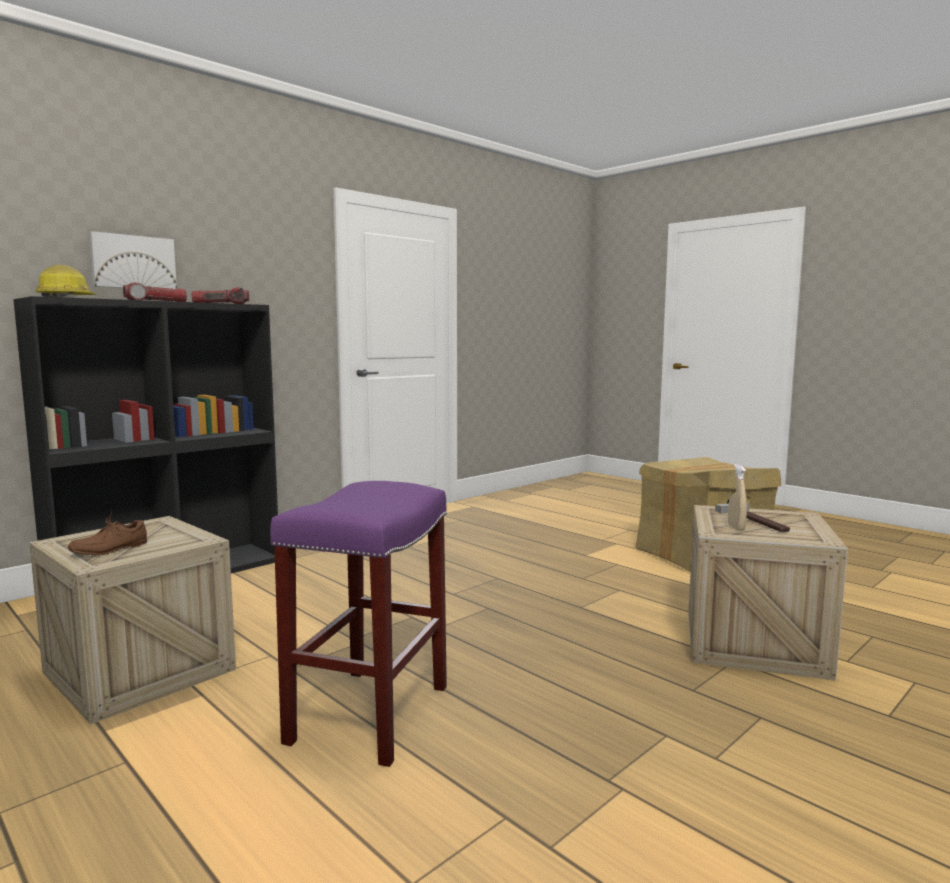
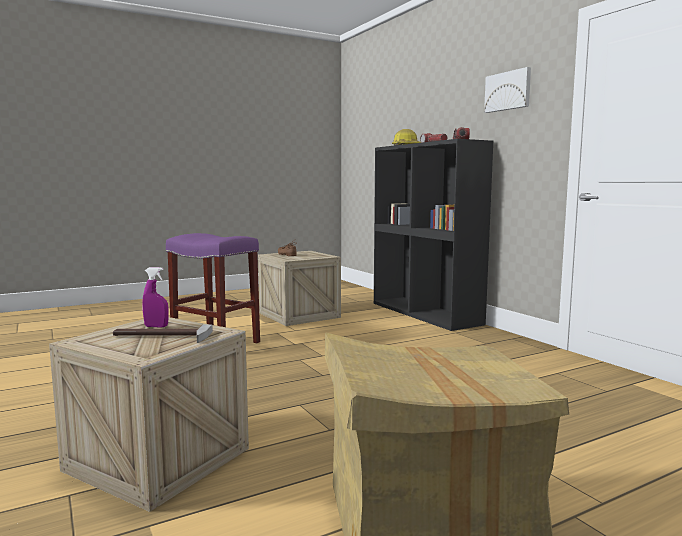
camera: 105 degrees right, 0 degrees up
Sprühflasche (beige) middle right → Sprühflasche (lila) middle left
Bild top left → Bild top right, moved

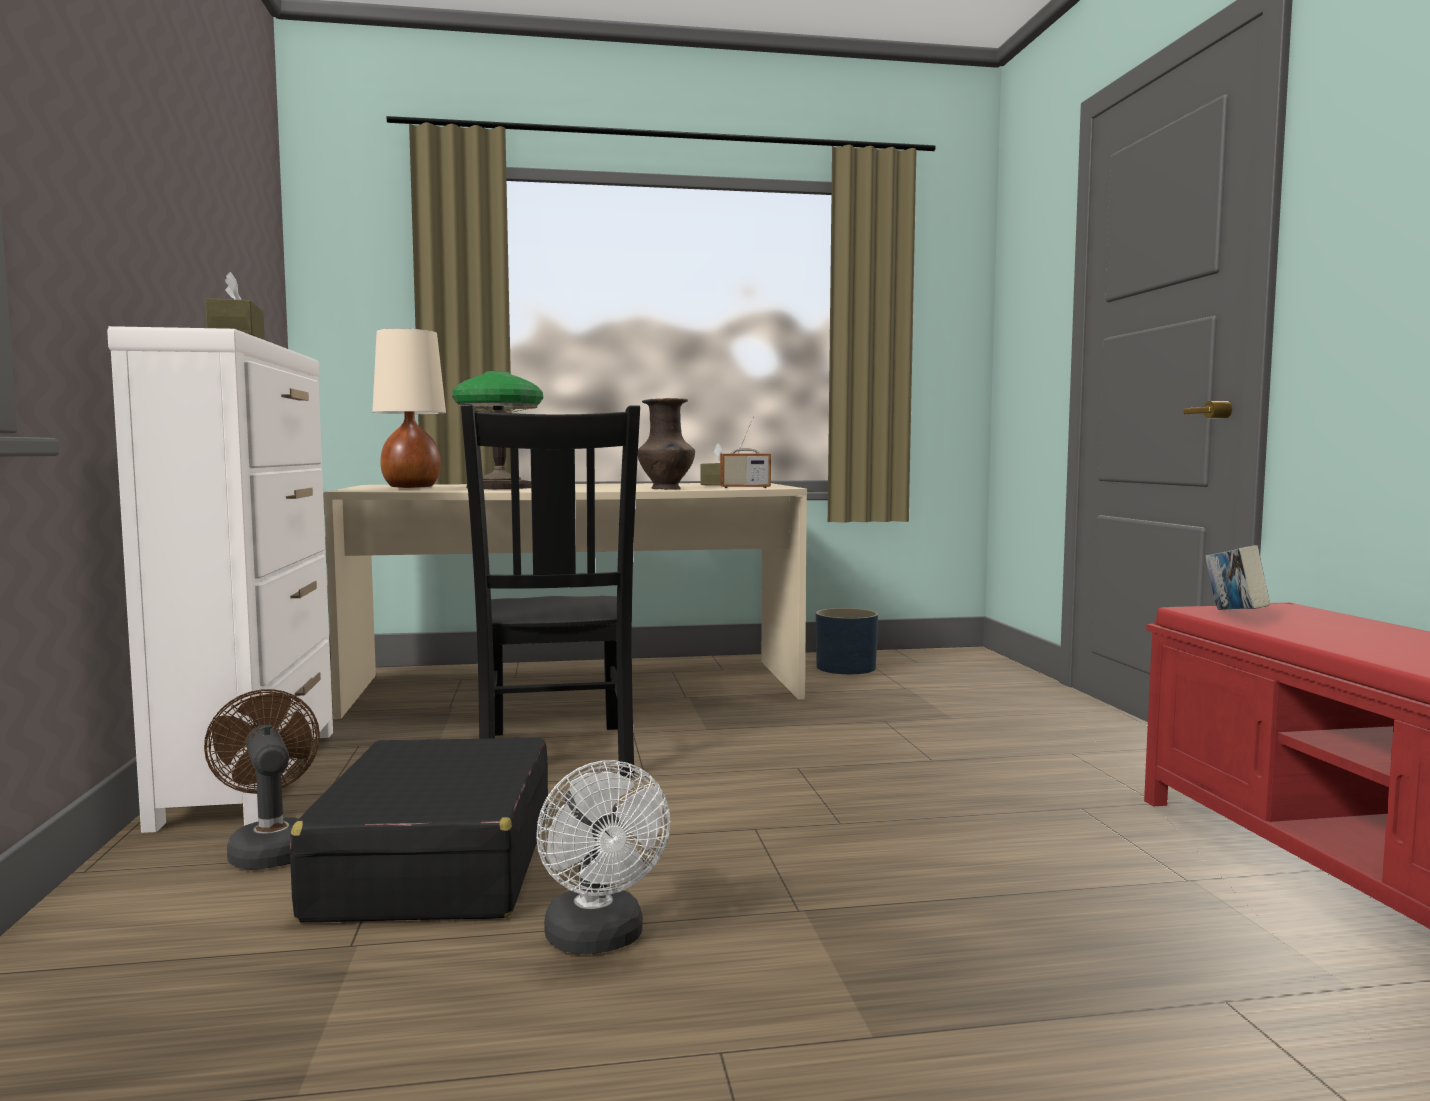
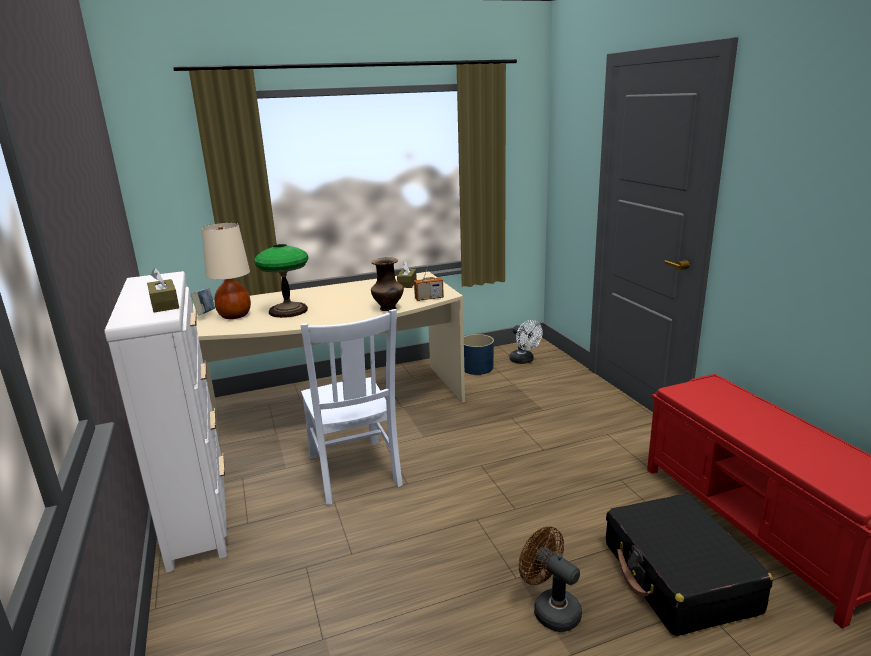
camera: 10 degrees left, 15 degrees up
Buch middle right → Buch middle left, moved
Stuhl (schwarz) centre → Stuhl (weiß) centre
Ventilator (weiß) bottom centre → Ventilator (weiß) centre, moved
Ventilator (braun) bottom left → Ventilator (braun) bottom centre, moved
Koffer (schwarz) bottom left → Koffer (schwarz) bottom right, moved

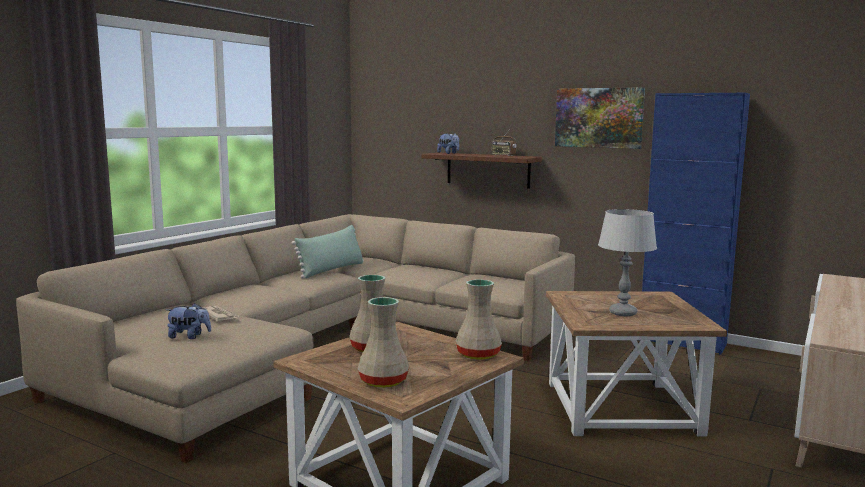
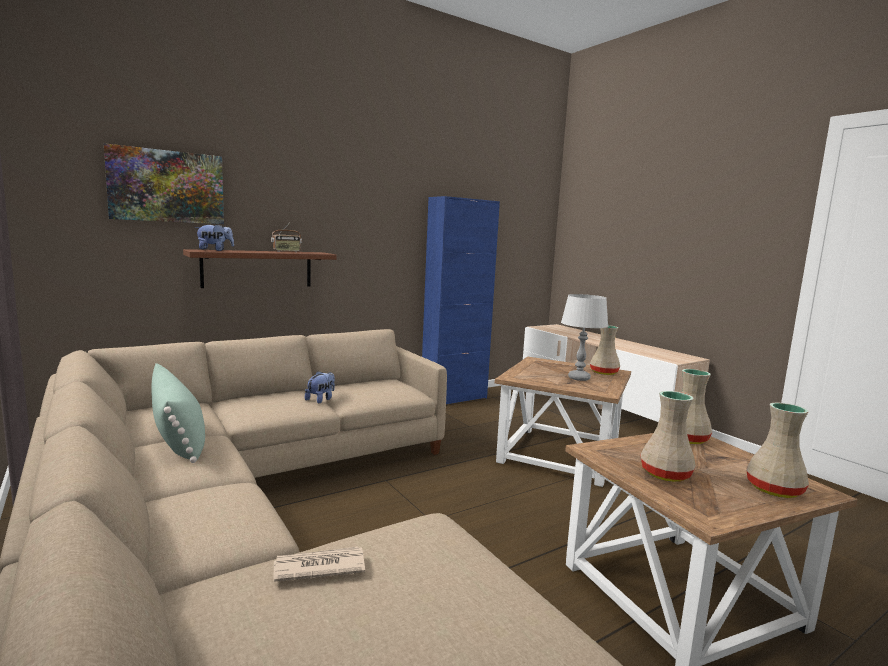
camera: 65 degrees left, 0 degrees up
Bild top right → Bild top left, moved
Plüschtier (1st from left in the first image) middle left → Plüschtier (2nd from left) centre, moved
- → Vase (beige) (1st from left) middle right

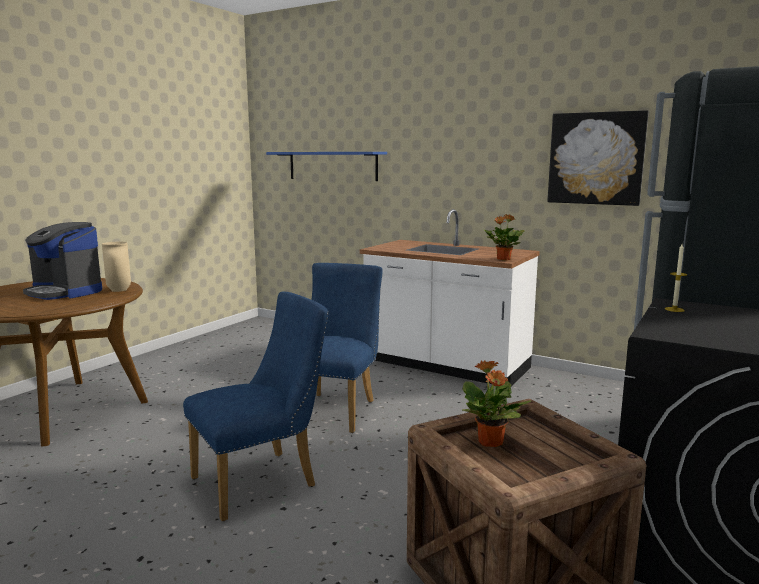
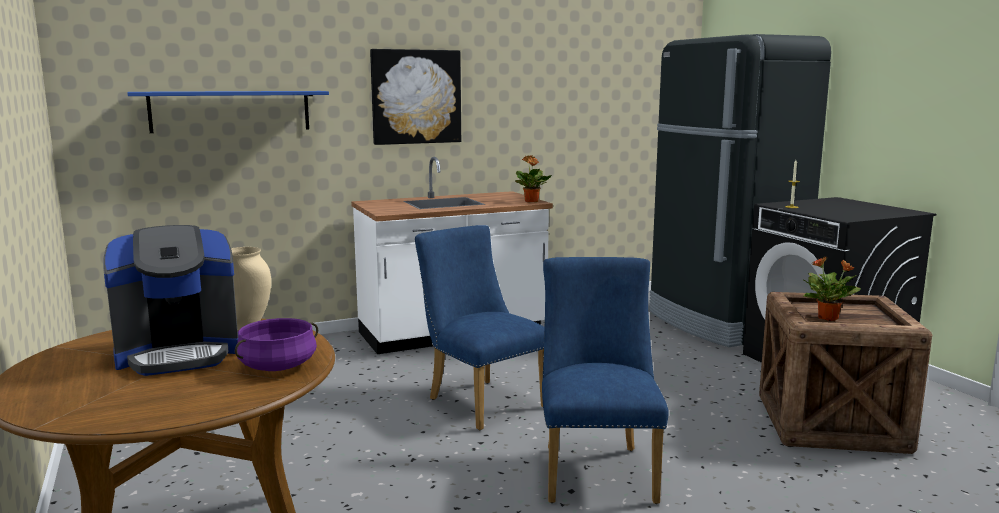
camera: 55 degrees left, 0 degrees up
- → Kochtopf (lila) bottom left
Bild top right → Bild top centre, moved

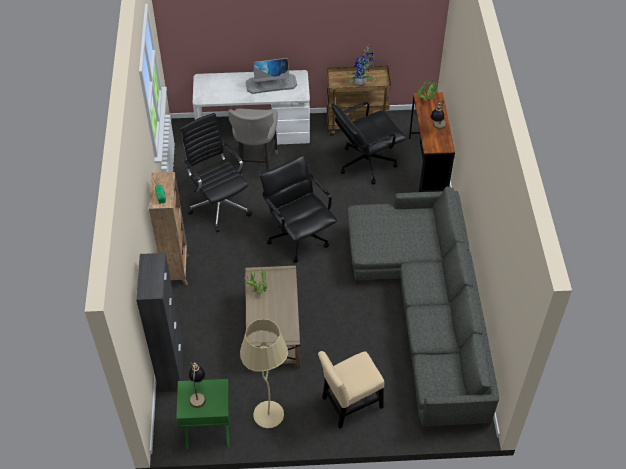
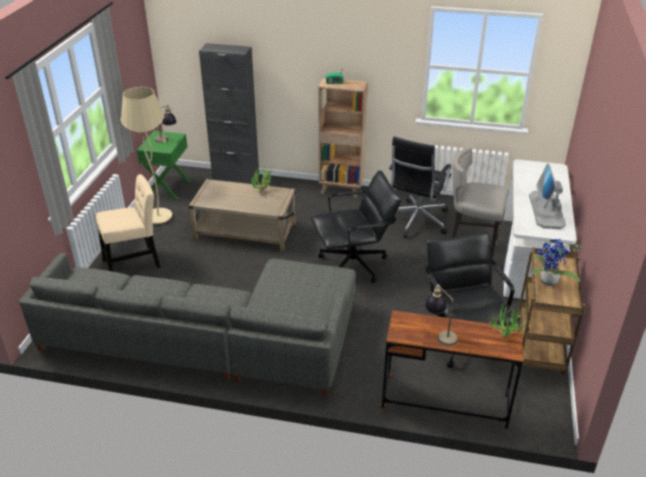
camera: 105 degrees right, 15 degrees down
Stuhl (beige) bottom centre → Stuhl (beige) middle left, 75 degrees clockwise
Bürostuhl (schwarz) (1st from left in the first image) centre → Bürostuhl (schwarz) (2nd from left) centre, 135 degrees clockwise

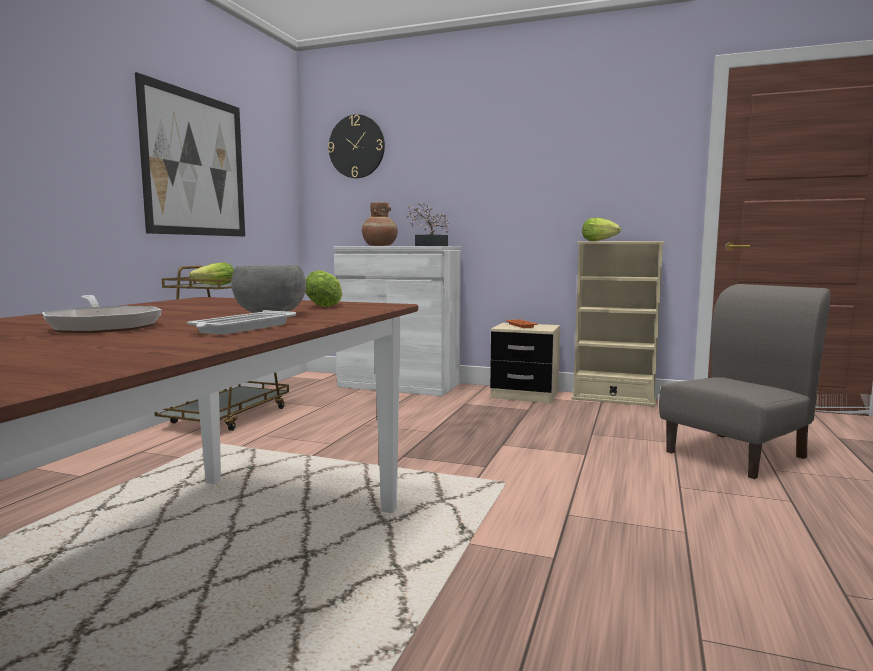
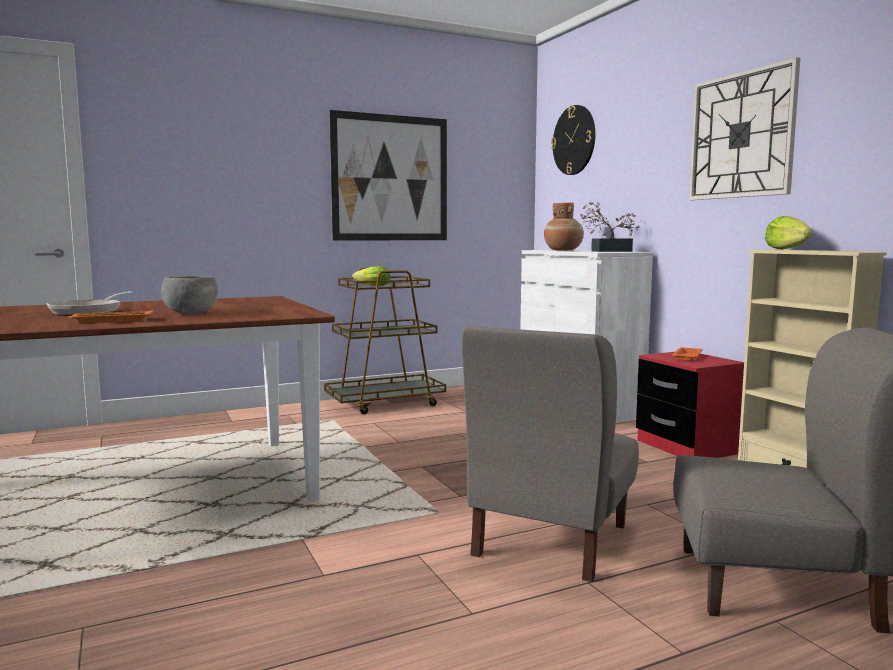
camera: 45 degrees right, 0 degrees up
Tablett (weiß) middle left → Tablett (orange) (1st from left) middle left
- → Stuhl (grau) (1st from left) bottom centre
Nachttisch (beige) centre → Nachttisch (rot) middle right
- → Wanduhr (2nd from left) top right
Salatkopf (2nd from left) centre → -

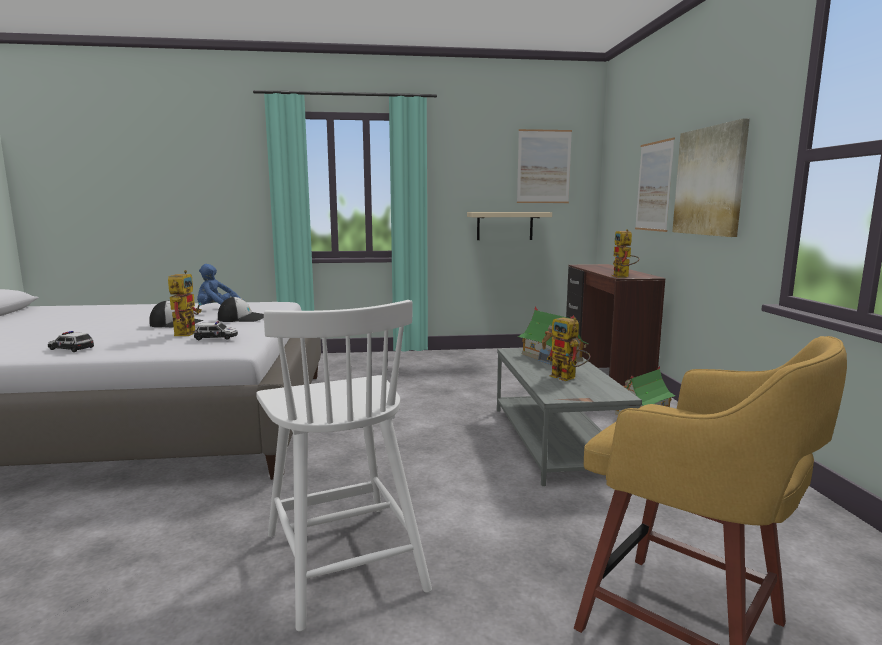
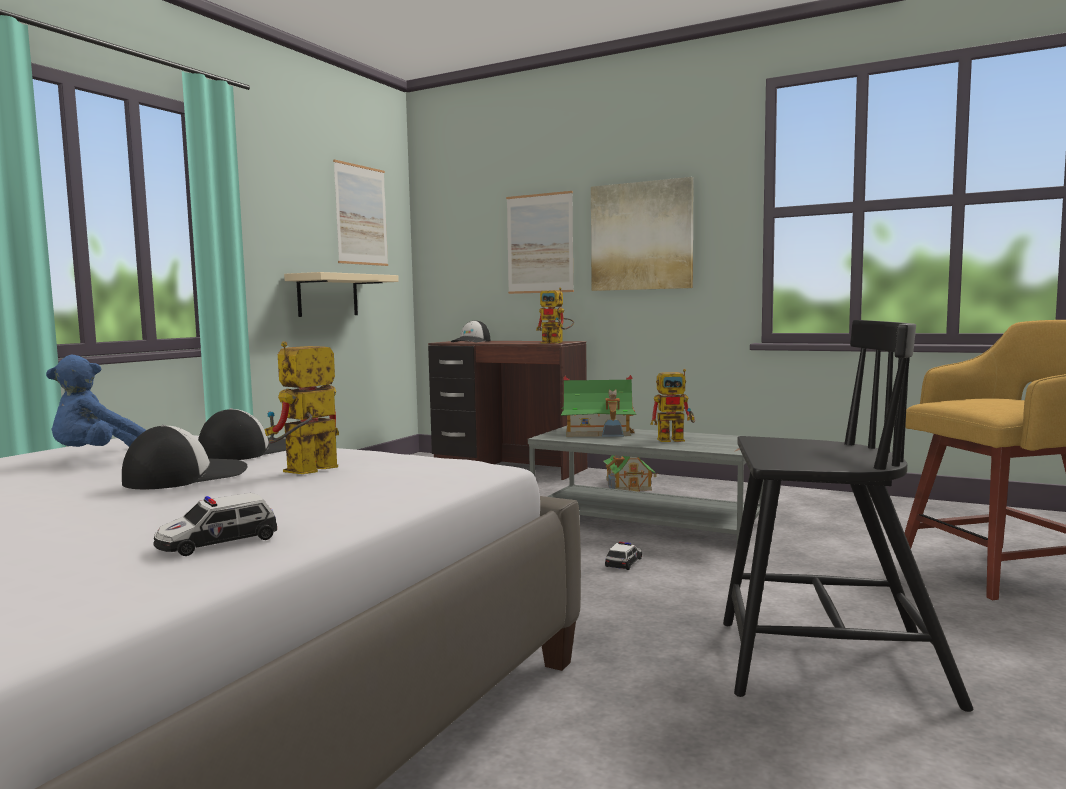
camera: 55 degrees left, 5 degrees down
Spielzeugroboter (1st from left) middle left, 90 degrees counterclockwise
- → Kappe (3rd from left) centre
Spielzeugauto (2nd from left) middle left → Spielzeugauto (2nd from left) bottom centre, moved
Stuhl (weiß) bottom centre → Stuhl (schwarz) middle right

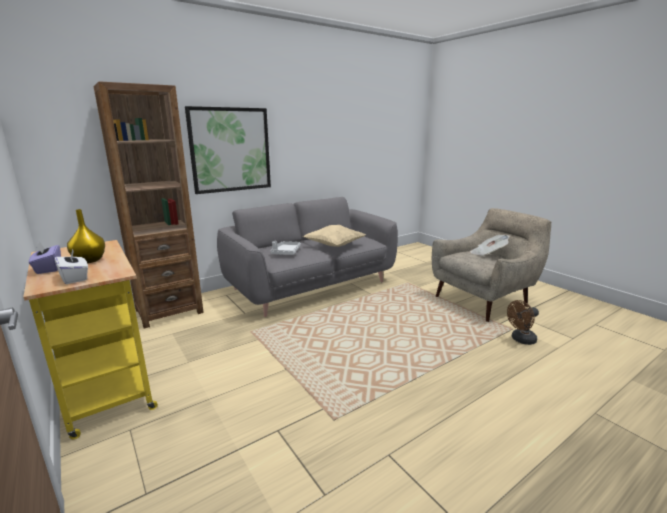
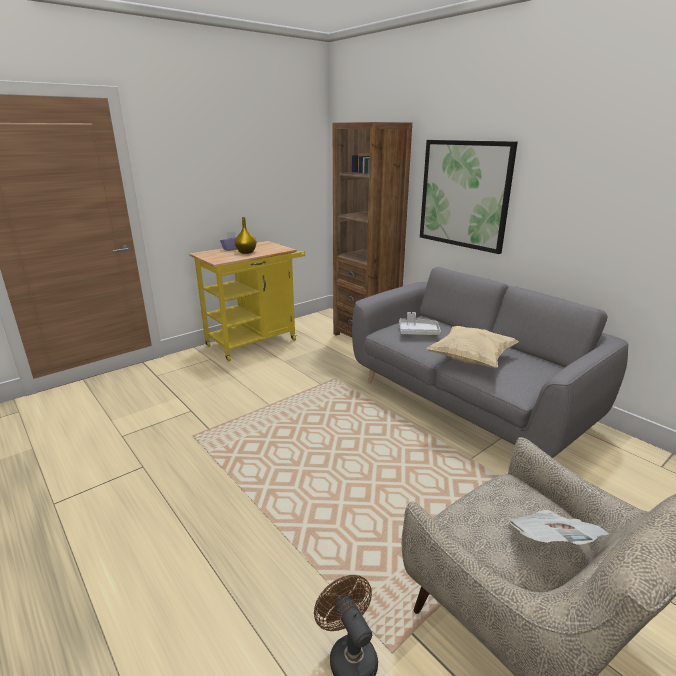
camera: 85 degrees right, 5 degrees up
Taschentuchbox (weiß) middle left → -

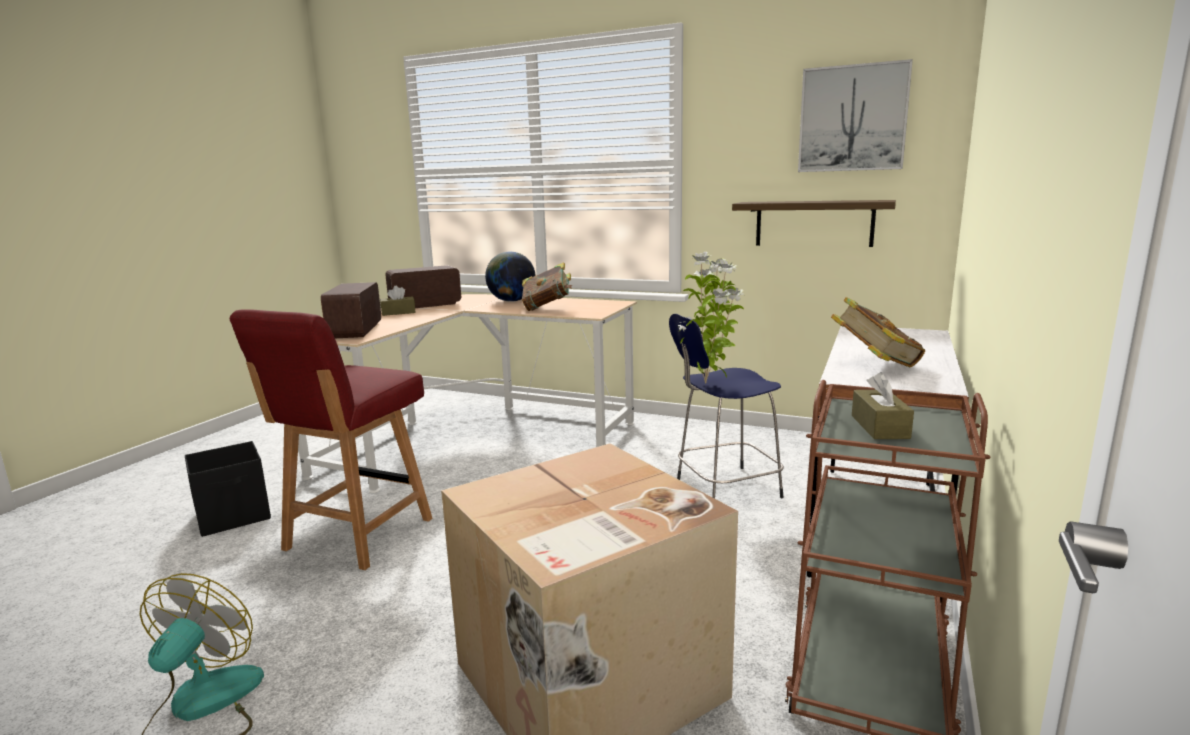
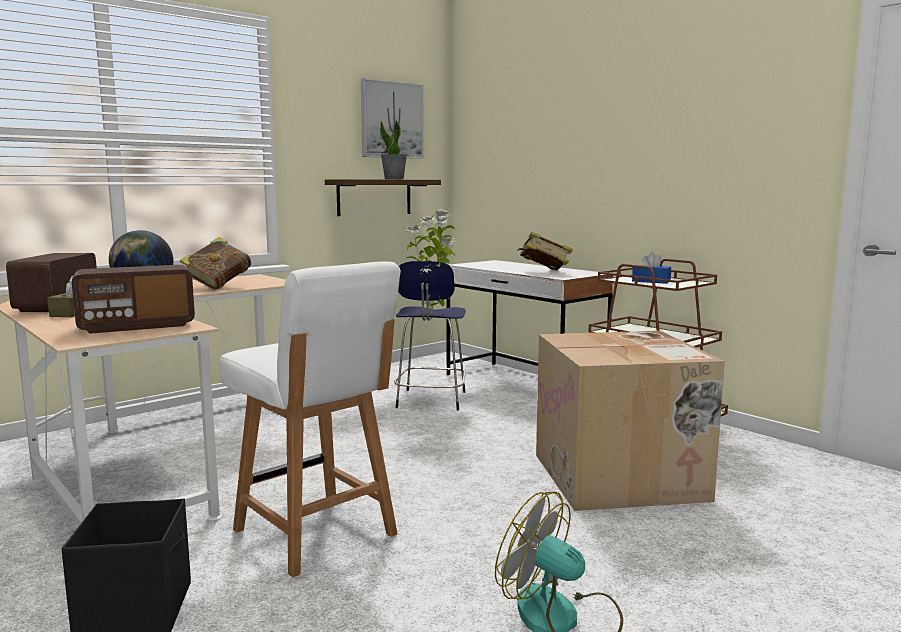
camera: 65 degrees left, 5 degrees down
Radio (1st from left in the first image) middle left → Radio (2nd from left) middle left, 45 degrees counterclockwise
Stuhl (rot) middle left → Stuhl (weiß) centre
- → Topfpflanze (1st from left) top centre
Taschentuchbox (braun) (2nd from left) middle right → Taschentuchbox (blau) middle right

